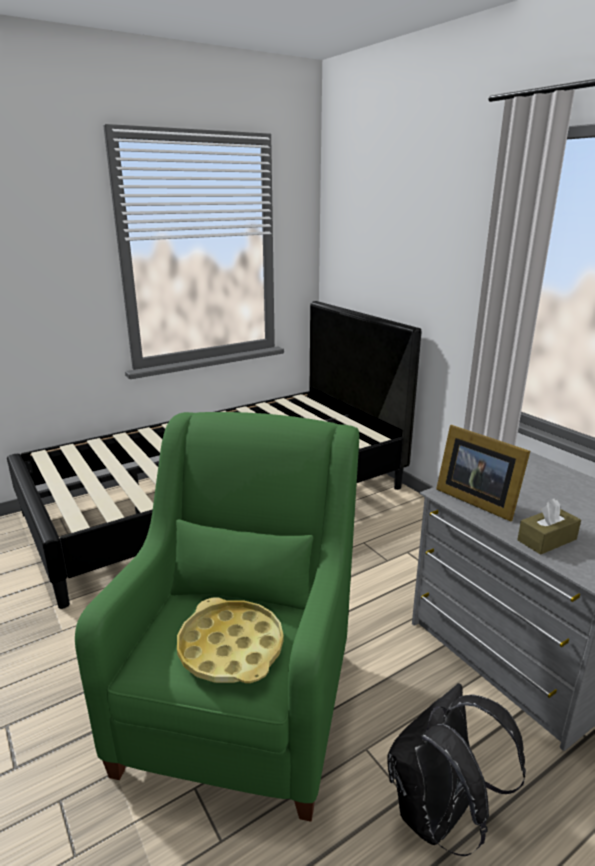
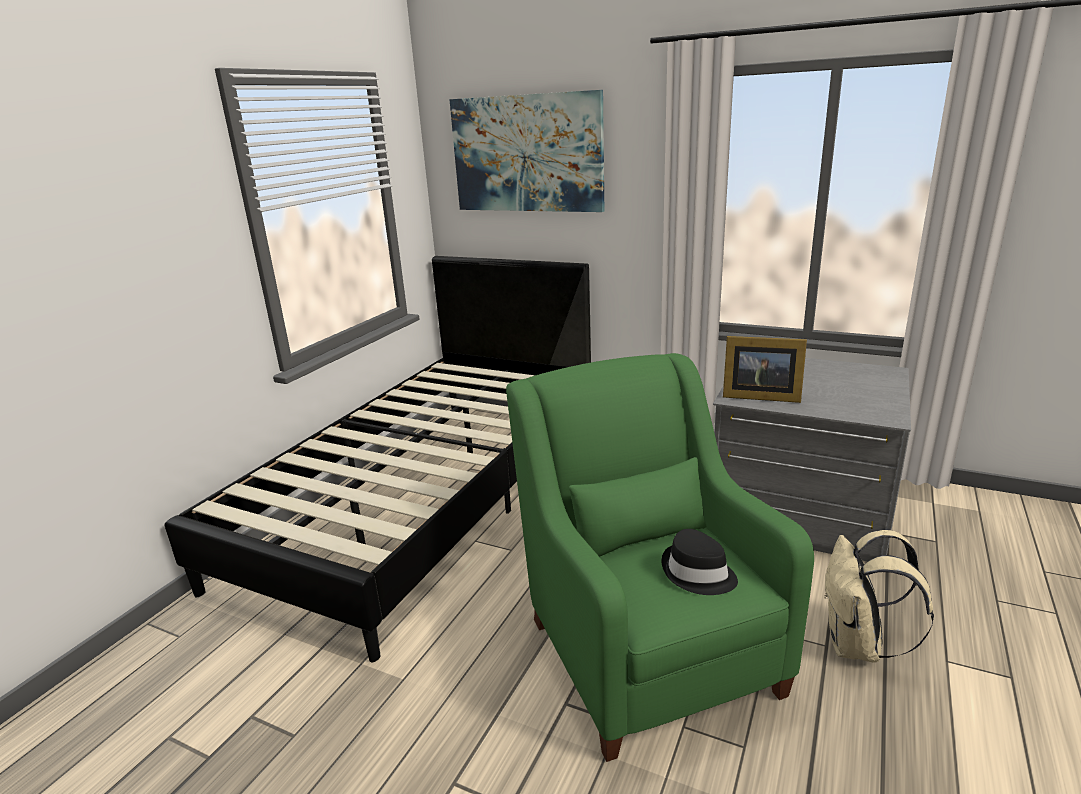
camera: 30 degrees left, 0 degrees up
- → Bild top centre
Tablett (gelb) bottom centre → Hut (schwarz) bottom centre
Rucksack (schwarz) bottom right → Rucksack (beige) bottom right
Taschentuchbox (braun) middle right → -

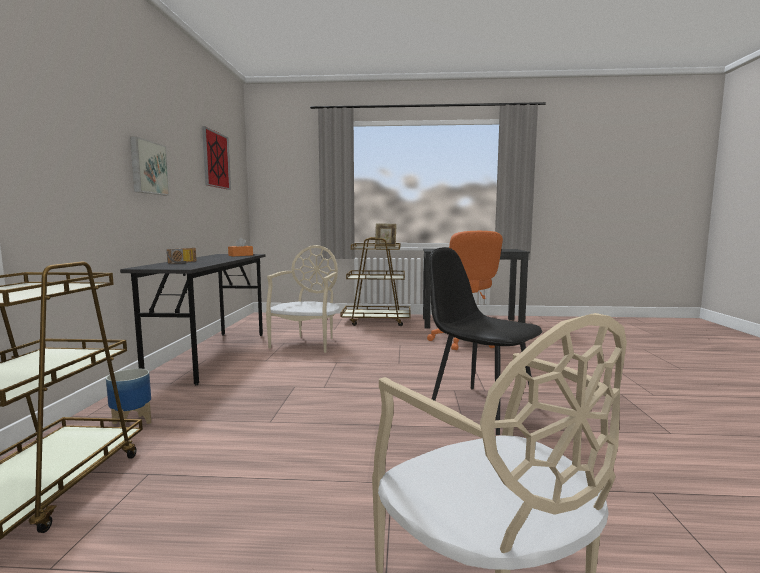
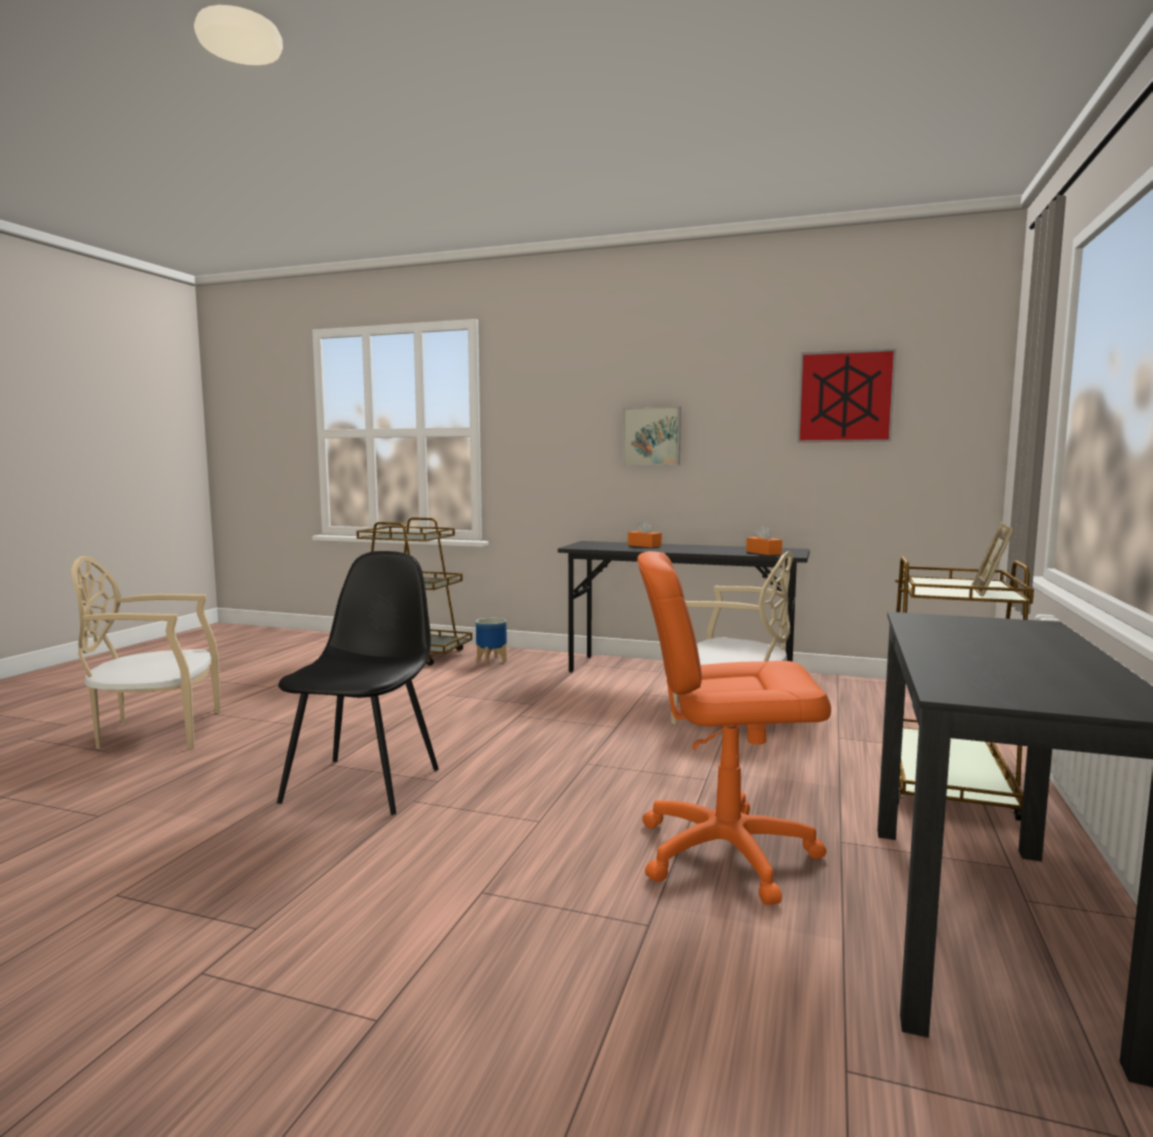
camera: 105 degrees right, 0 degrees up
Stuhl (schwarz) centre → Stuhl (schwarz) middle left, 45 degrees counterclockwise
Radio middle left → Taschentuchbox (orange) (1st from left) centre

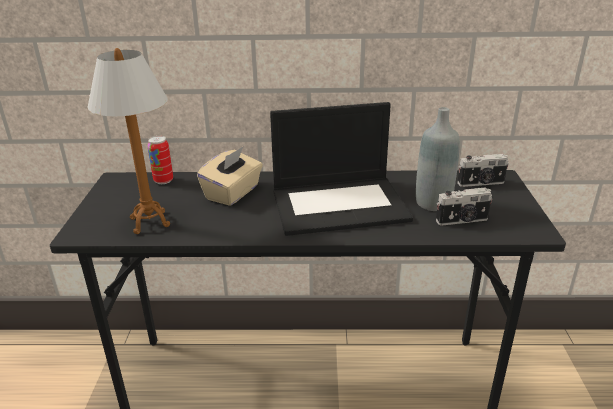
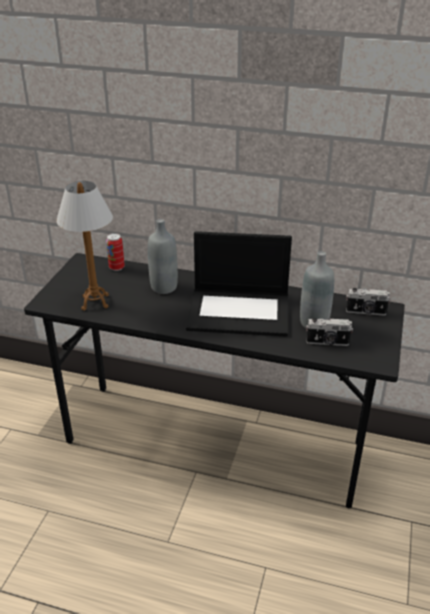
camera: 15 degrees right, 5 degrees up
Taschentuchbox (beige) centre → Flasche (grau) (1st from left) centre

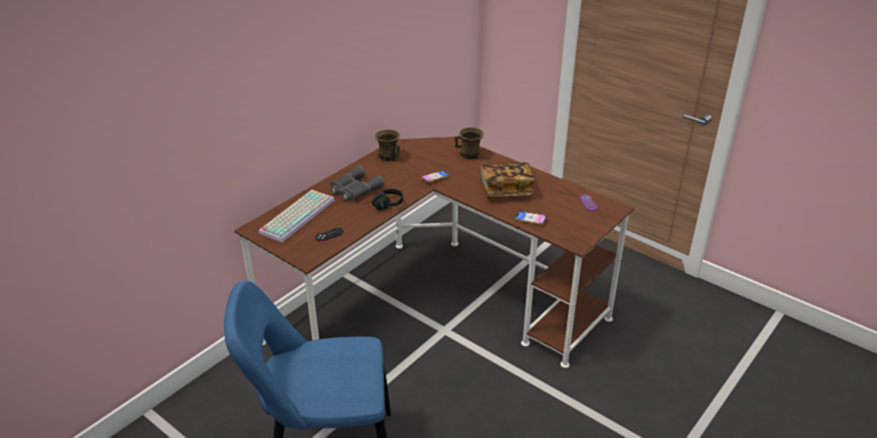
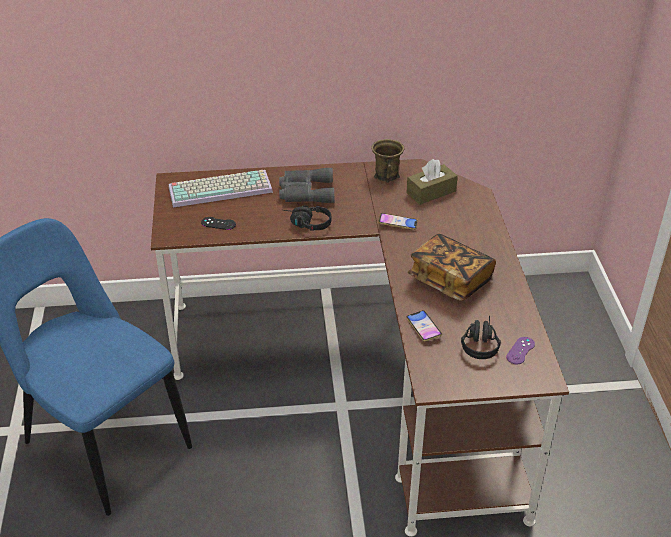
camera: 45 degrees right, 5 degrees up
- → Taschentuchbox (braun) centre
- → Kopfhörer (schwarz) (2nd from left) middle right
Henkelbecher (braun) (2nd from left) top centre → -

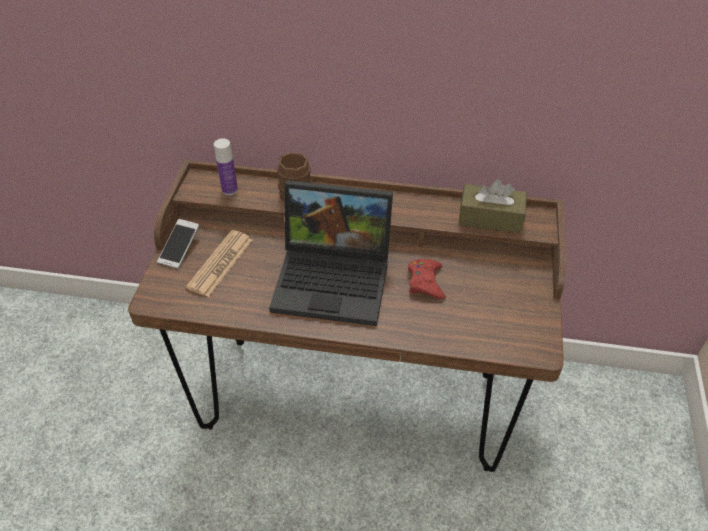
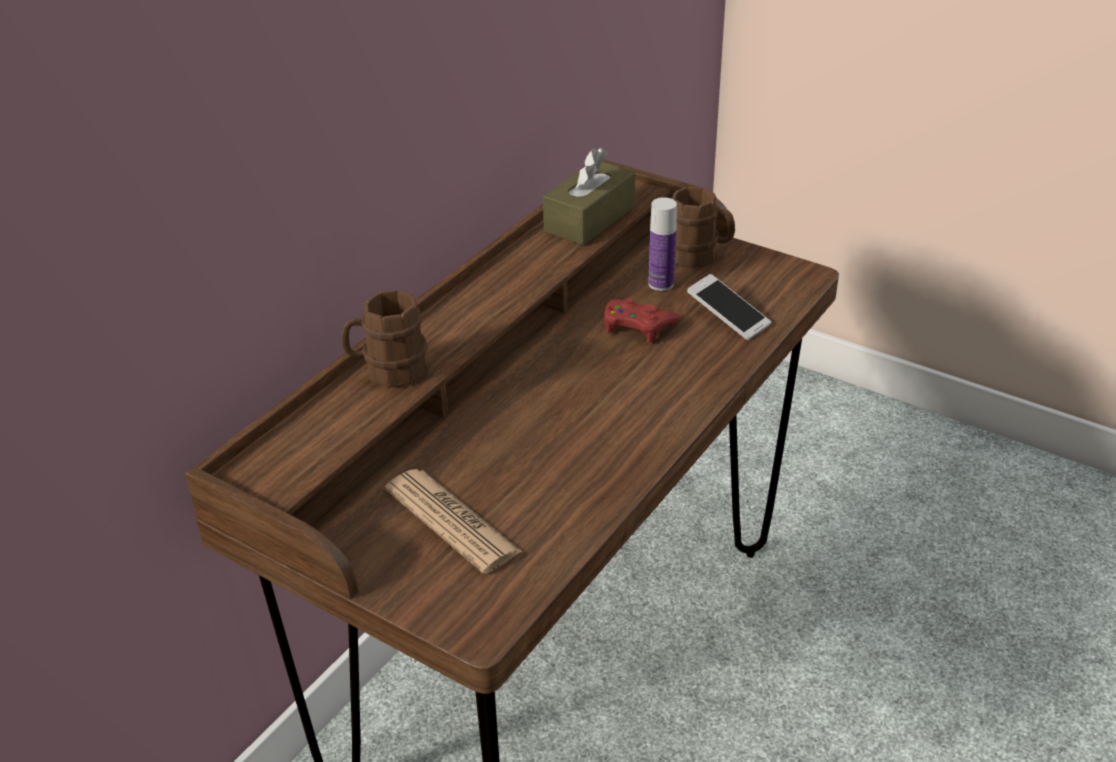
camera: 65 degrees left, 10 degrees down
Flasche top left → Flasche top centre, moved
- → Henkelbecher (braun) (2nd from left) top centre
Handy middle left → Handy centre, moved
Laptop centre → -

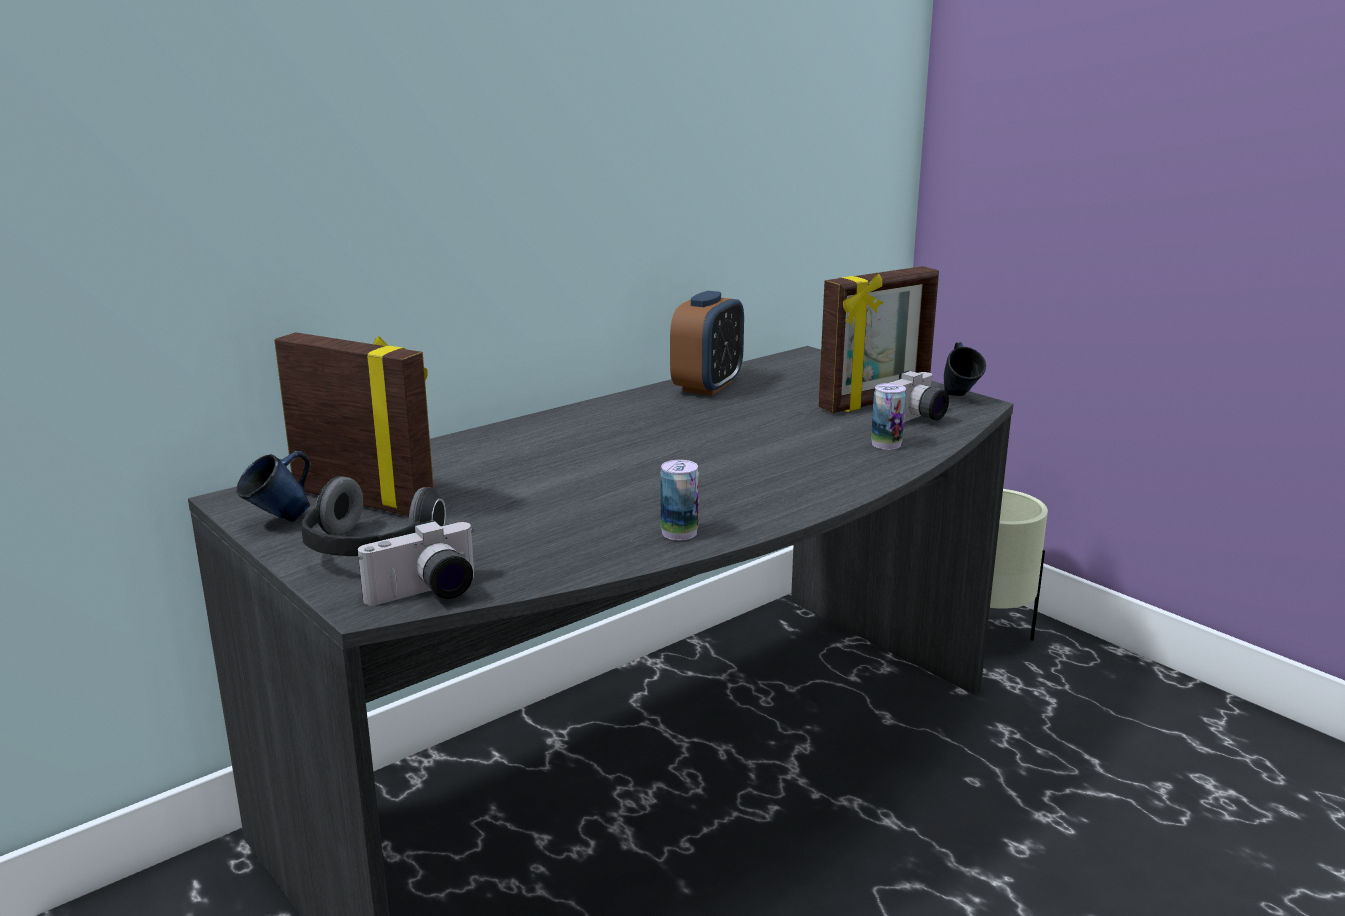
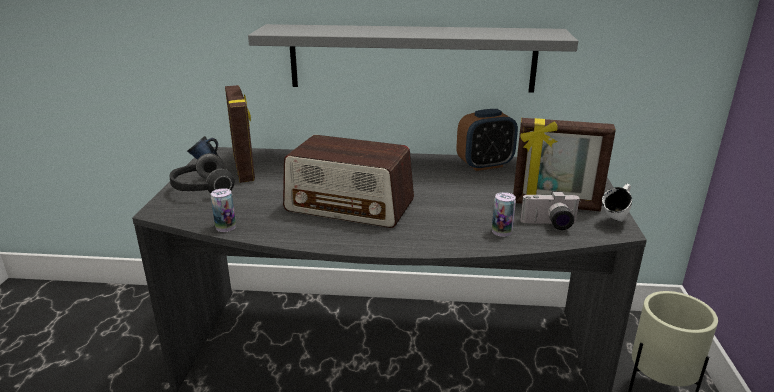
camera: 45 degrees right, 5 degrees up
Dose (1st from left) centre → Dose (1st from left) middle left, moved
- → Wandregal (grau) top centre
- → Radio centre
Henkelbecher (blau) (2nd from left) middle right → Henkelbecher (weiß) middle right
Kamera (1st from left) middle left → -

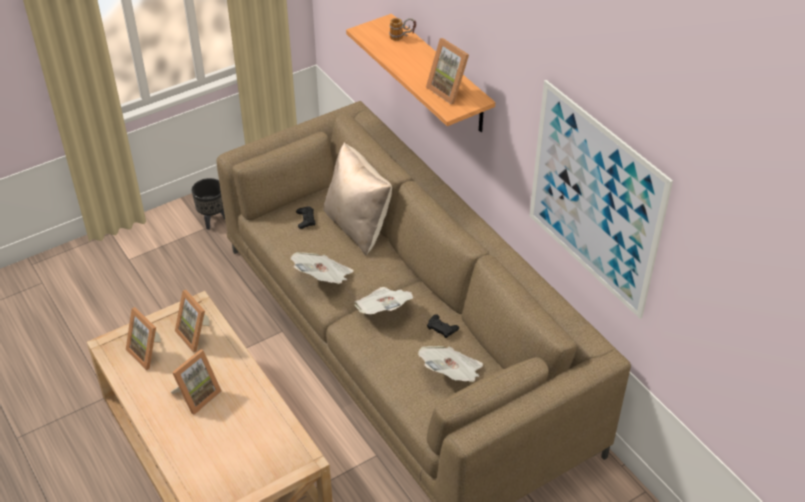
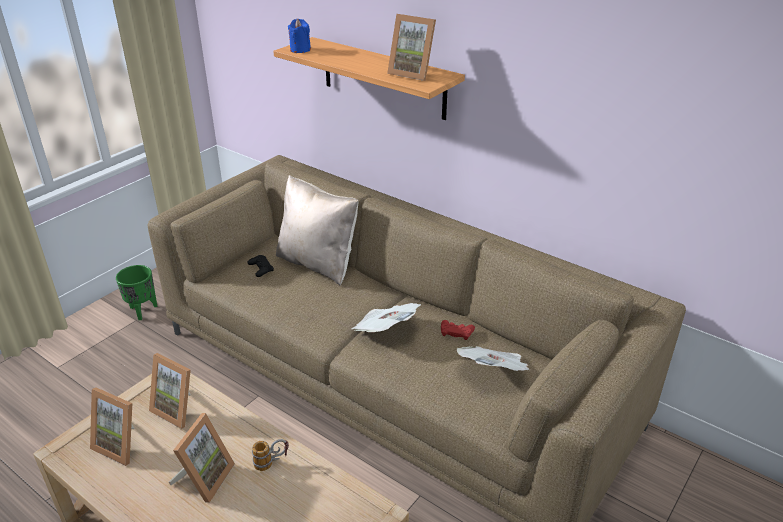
camera: 20 degrees left, 10 degrees down
Pflanzkübel (schwarz) middle left → Pflanzkübel (grün) middle left
Henkelbecher top centre → Henkelbecher bottom centre, moved
- → Kerze (blau) top centre
Gamepad (schwarz) (2nd from left) centre → Gamepad (rot) centre
Zeitung (1st from left) centre → -
Bild middle right → -

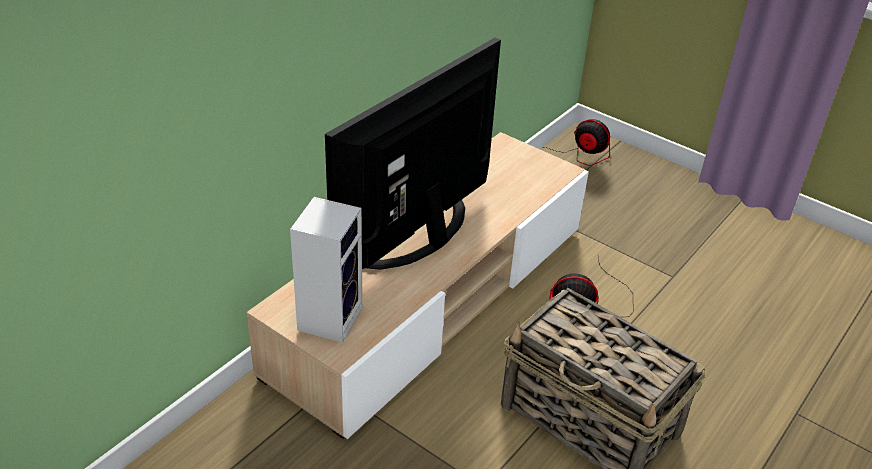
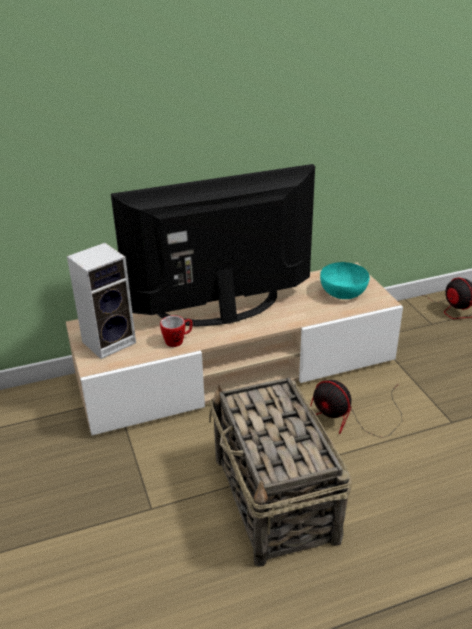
camera: 35 degrees right, 5 degrees down
- → Henkelbecher centre
- → Schüssel (türkis) middle right

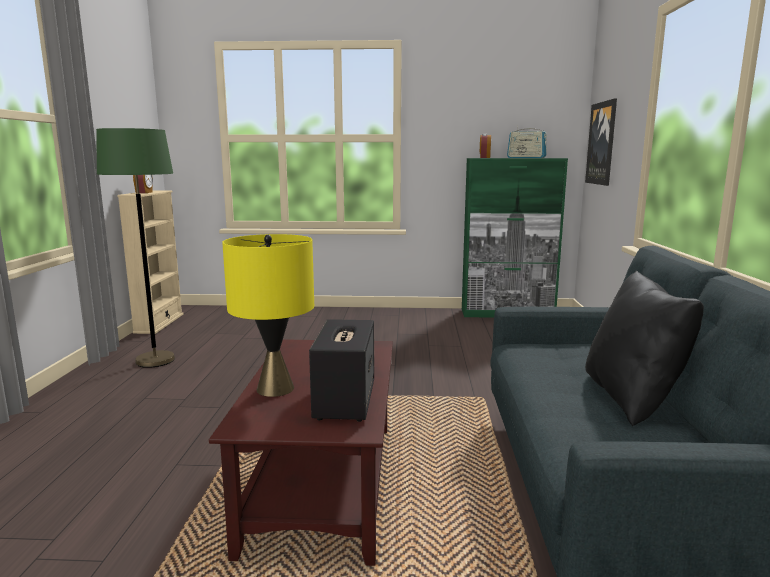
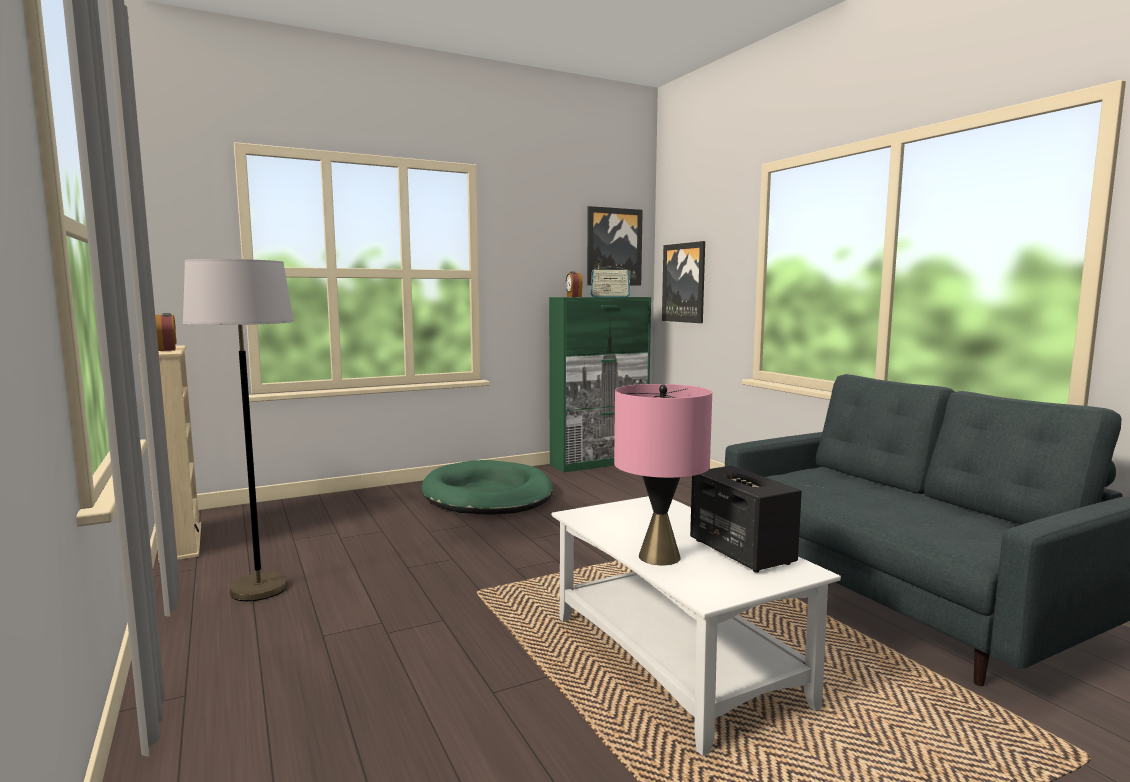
camera: 30 degrees left, 5 degrees down
Stehlampe (grün) middle left → Stehlampe (grau) middle left
- → Hundebett (grün) centre
Couchtisch (braun) bottom centre → Couchtisch (weiß) bottom centre
- → Bild (1st from left) top centre
Tischlampe (gelb) centre → Tischlampe (rosa) centre
Kissen (schwarz) middle right → -

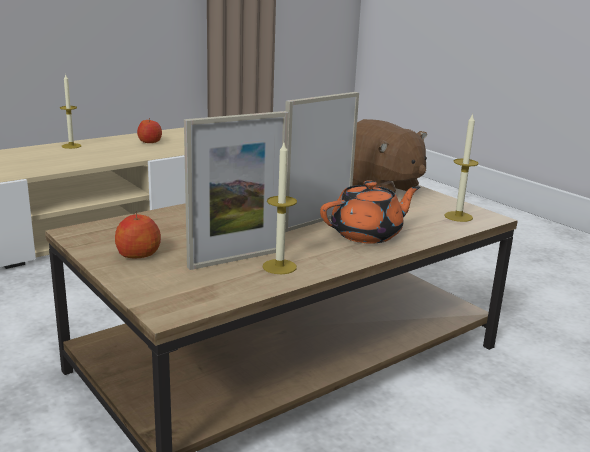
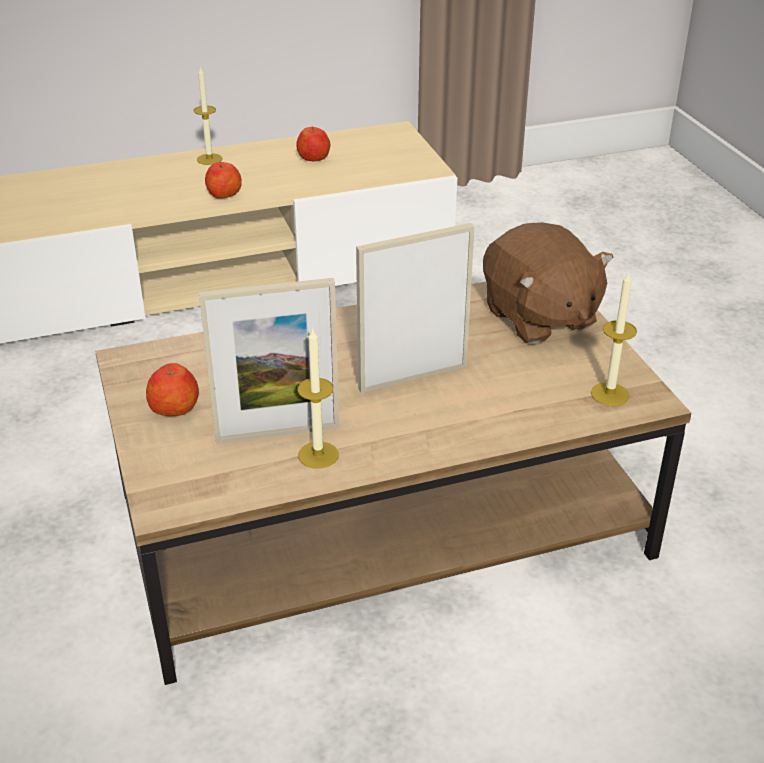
camera: 20 degrees right, 15 degrees up
- → Apfel (2nd from left) top left
Teekanne (orange) centre → -

